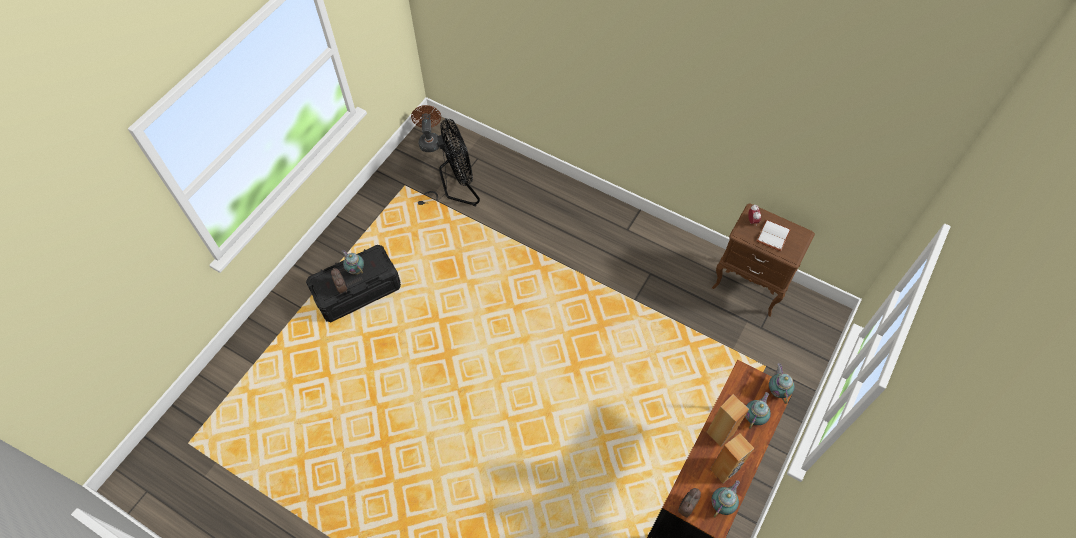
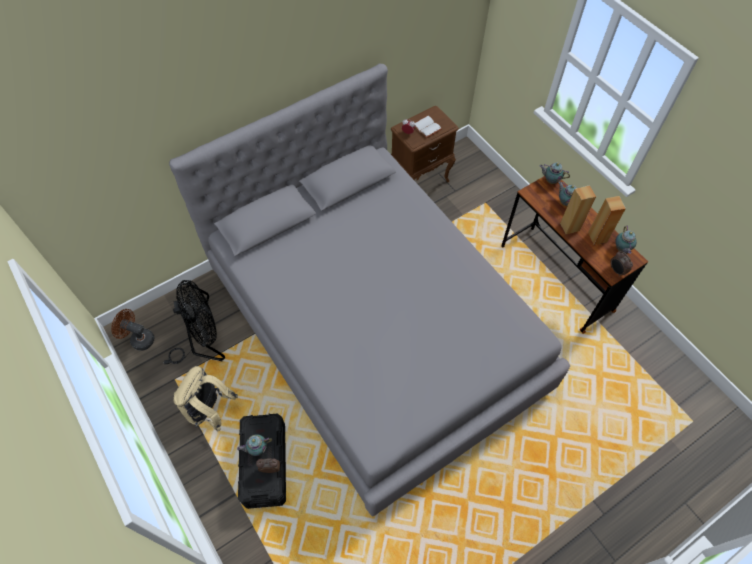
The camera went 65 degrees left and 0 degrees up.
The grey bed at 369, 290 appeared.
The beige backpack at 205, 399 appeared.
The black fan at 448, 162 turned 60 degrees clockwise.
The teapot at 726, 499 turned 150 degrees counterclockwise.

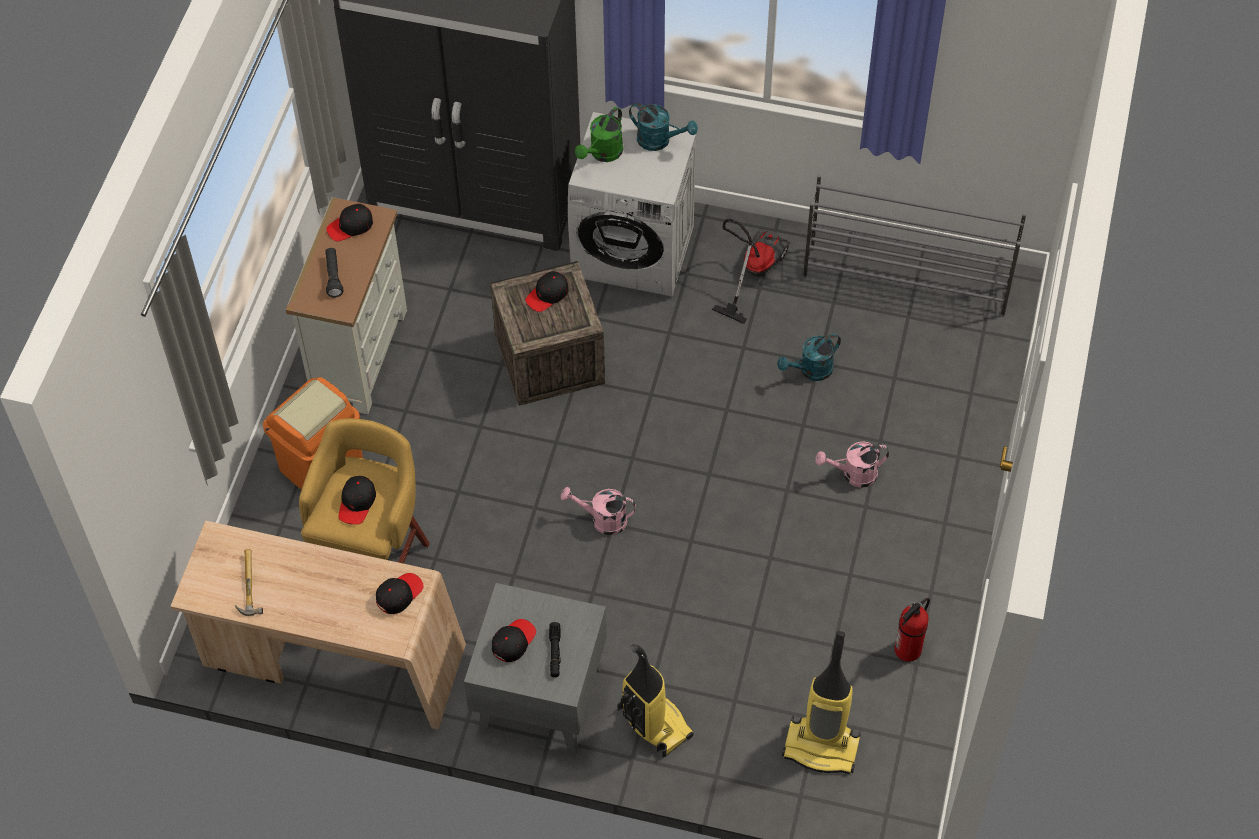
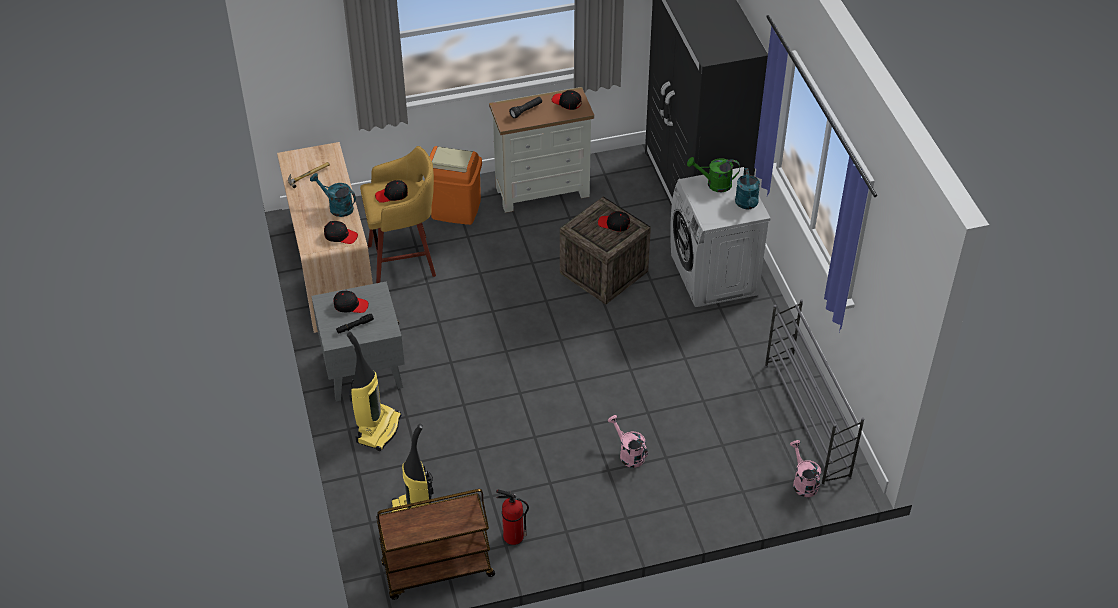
The camera went 60 degrees right and 10 degrees down.
The vacuum cleaner at 751, 271 disappeared.
The brown cart at 435, 544 appeared.
The pink watering can moved from 598, 511 to 805, 468.
The turquoise watering can moved from 809, 357 to 333, 195.

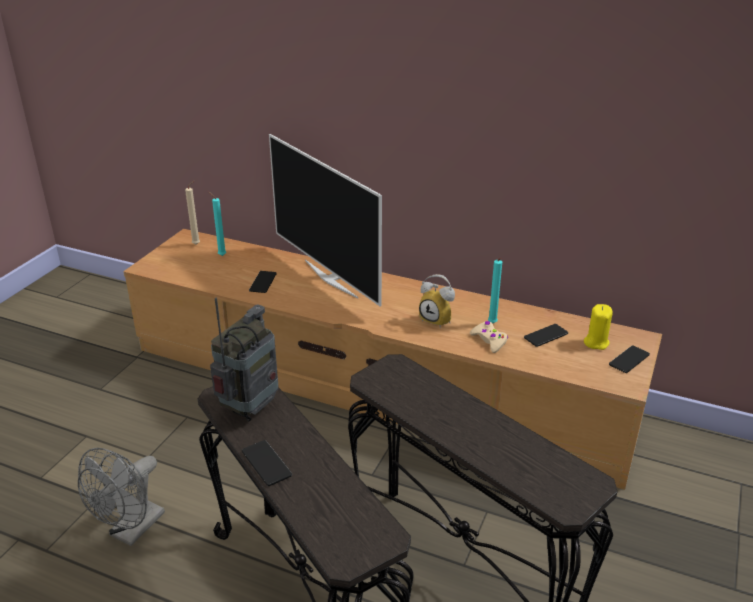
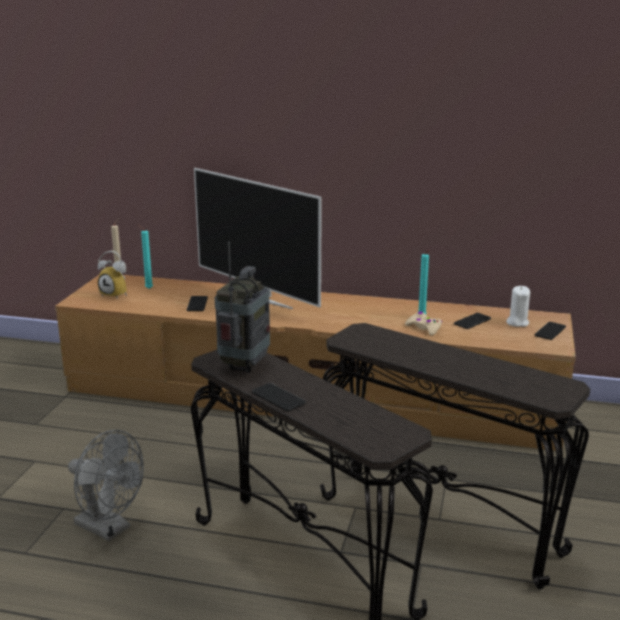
The camera went 10 degrees left and 10 degrees down.
The alarm clock moved from 437, 301 to 112, 274.
The yellow candle at 598, 327 became the white candle at 518, 306.
The grey fan at 121, 497 turned 75 degrees counterclockwise.

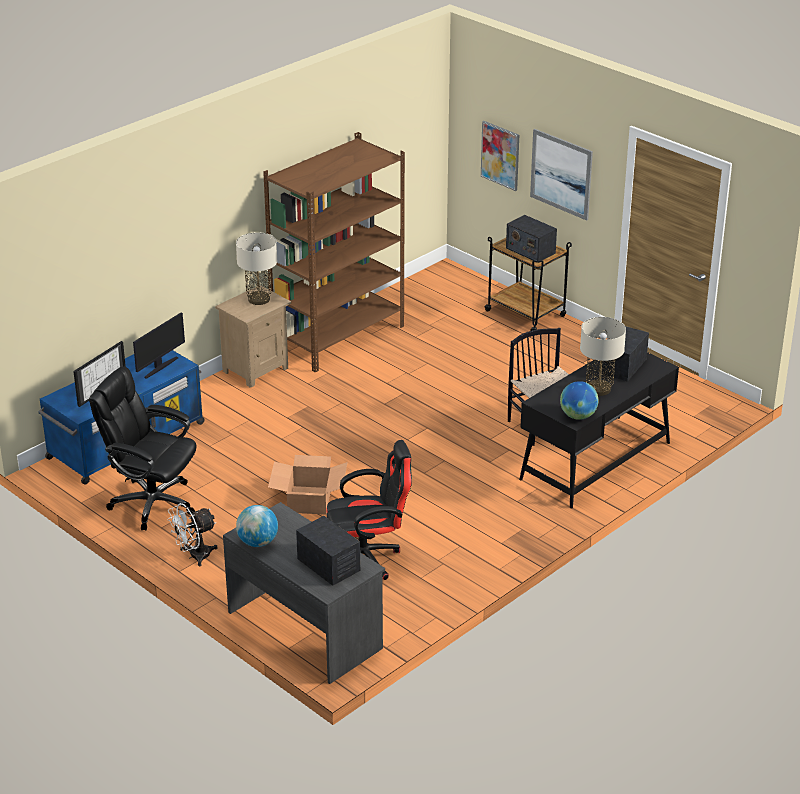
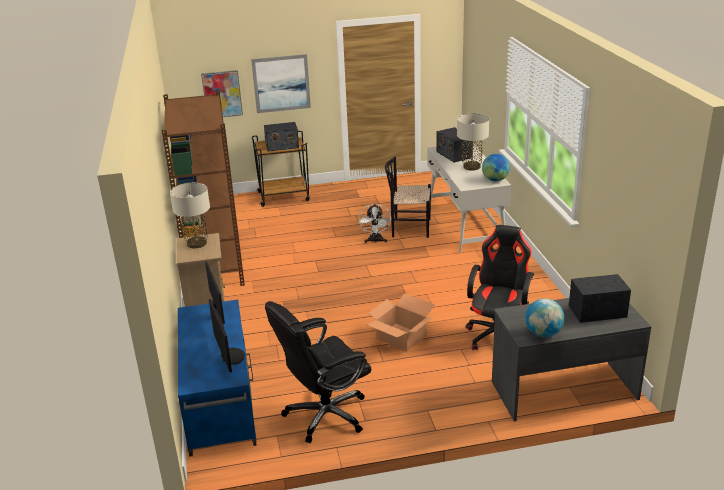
The camera went 55 degrees left and 5 degrees down.
The white fan moved from 192, 534 to 375, 223.
The black desk at 599, 430 became the white desk at 469, 198.

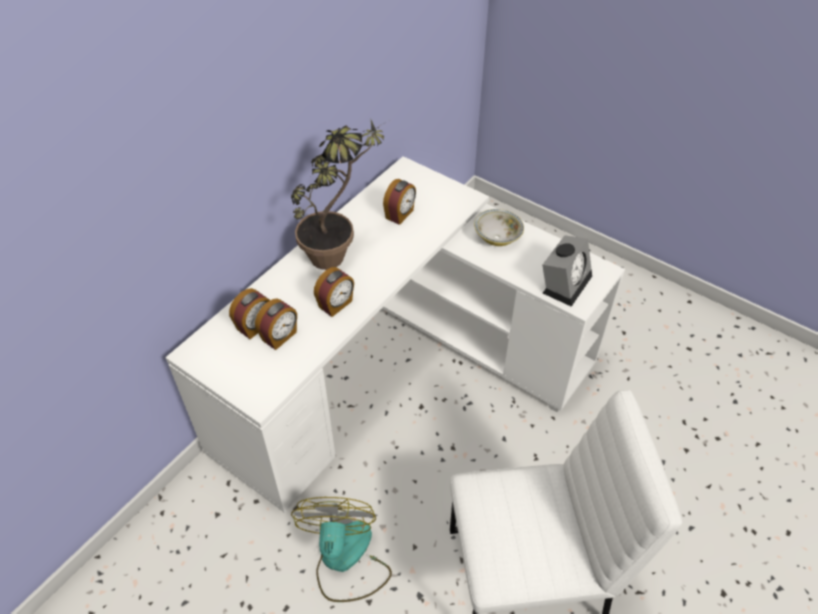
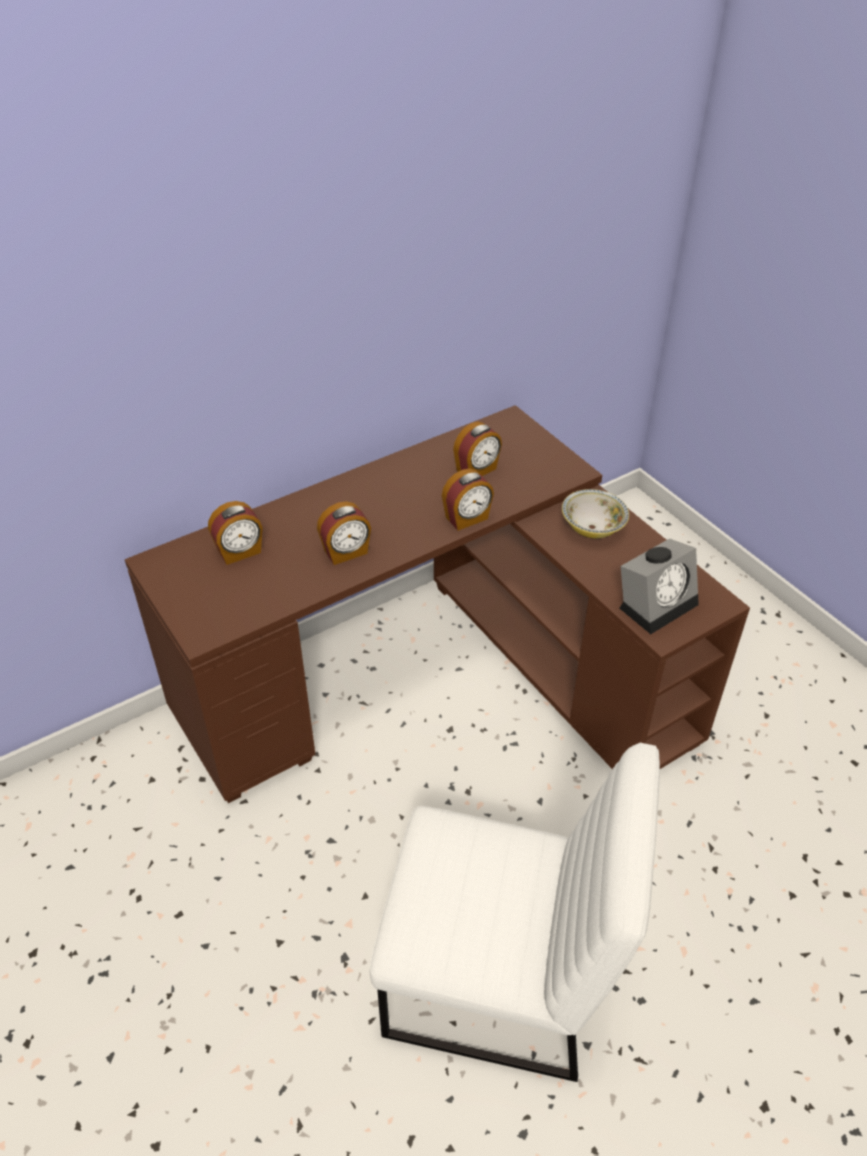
The camera went 20 degrees right and 5 degrees down.
The potted plant at 338, 195 disappeared.
The fan at 341, 549 disappeared.
The alarm clock moved from 276, 324 to 468, 499.
The white desk at 395, 334 became the brown desk at 437, 604.

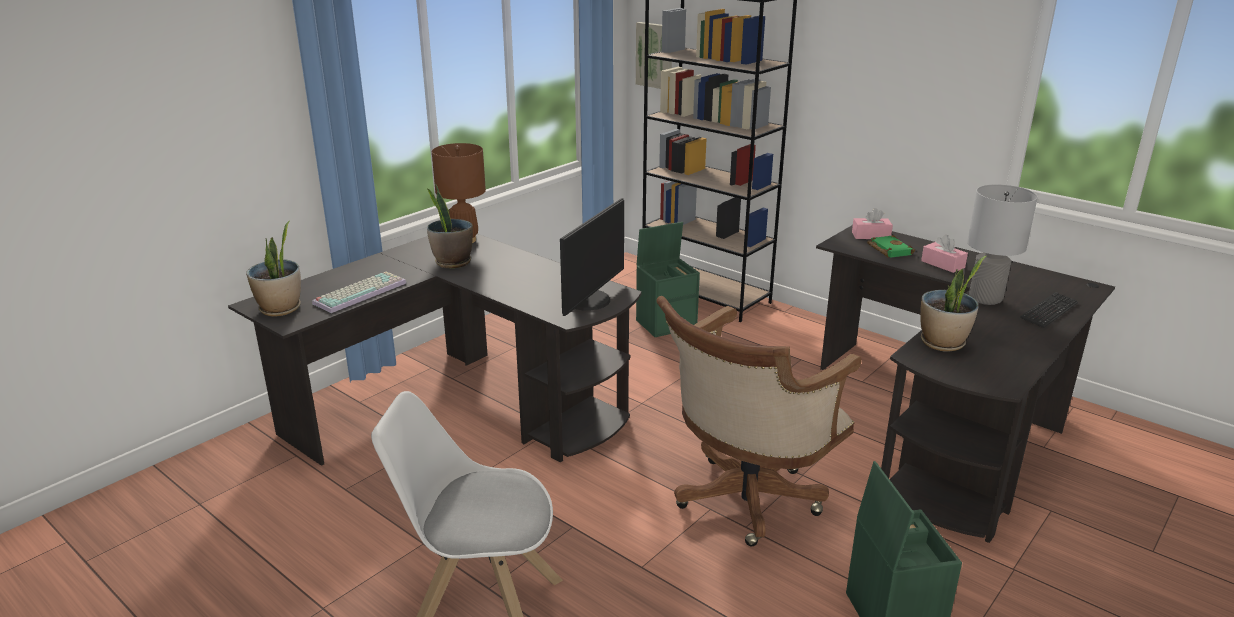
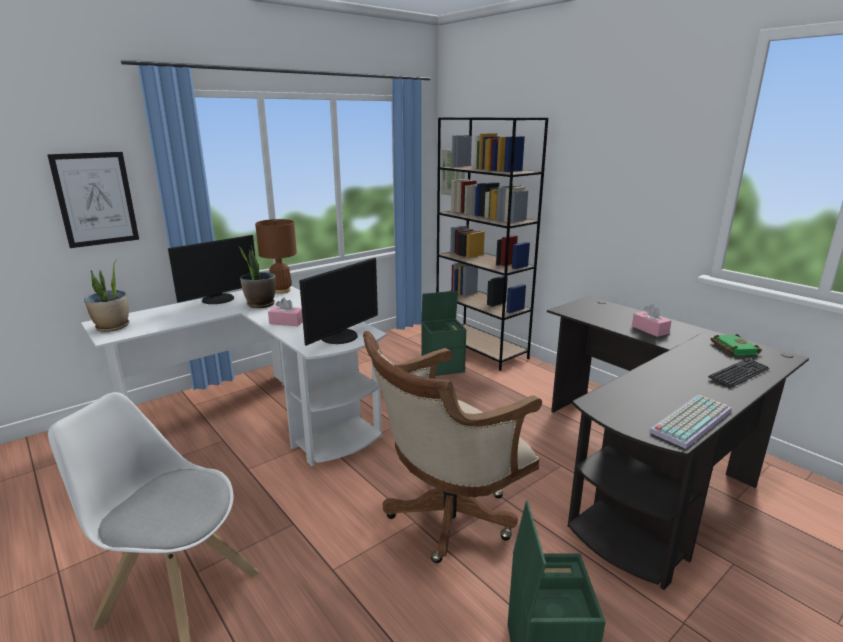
The camera went 10 degrees right and 5 degrees down.
The potted plant at 953, 304 disappeared.
The grey table lamp at 1002, 244 disappeared.
The picture at 93, 200 appeared.
The monitor at 212, 269 appeared.
The keyboard moved from 359, 292 to 690, 422.
The pink tissue box moved from 872, 223 to 285, 312.
The green book moved from 891, 246 to 736, 344.
The black desk at 435, 350 became the white desk at 234, 376.

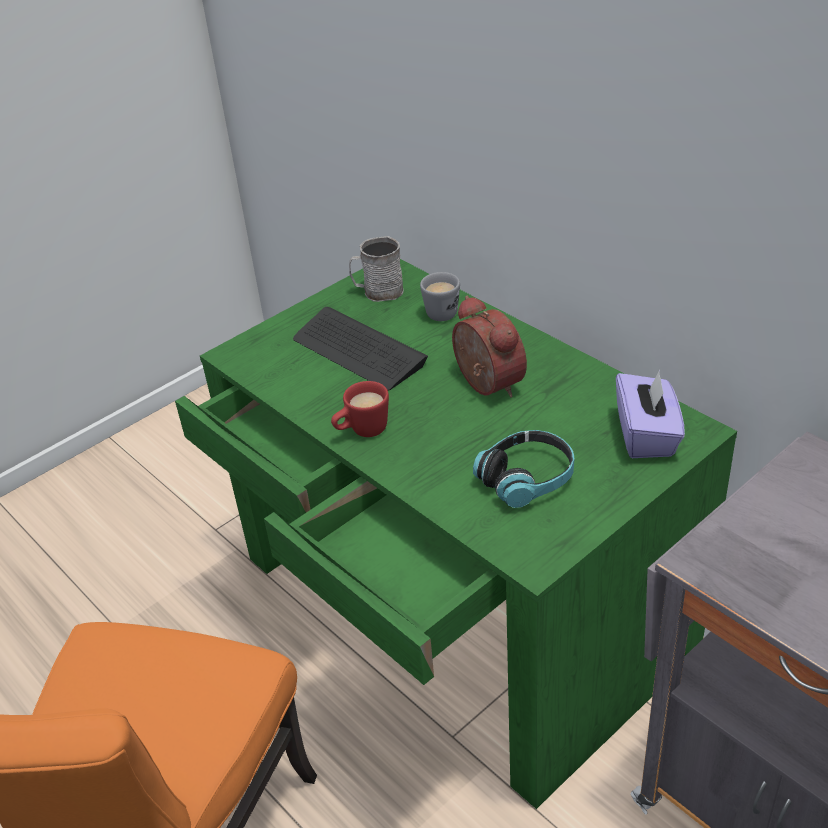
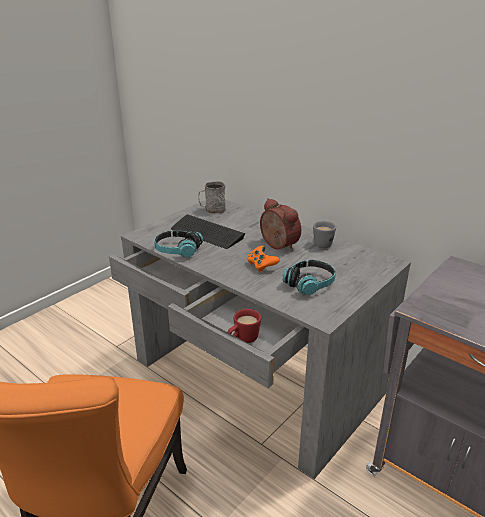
The camera went 10 degrees left and 10 degrees down.
The purple tissue box at 650, 414 disappeared.
The headphones at 178, 243 appeared.
The orange game controller at 263, 258 appeared.
The red mug moved from 360, 409 to 244, 326.
The grey mug moved from 440, 296 to 324, 234.
The green desk at 456, 534 became the grey desk at 260, 339.

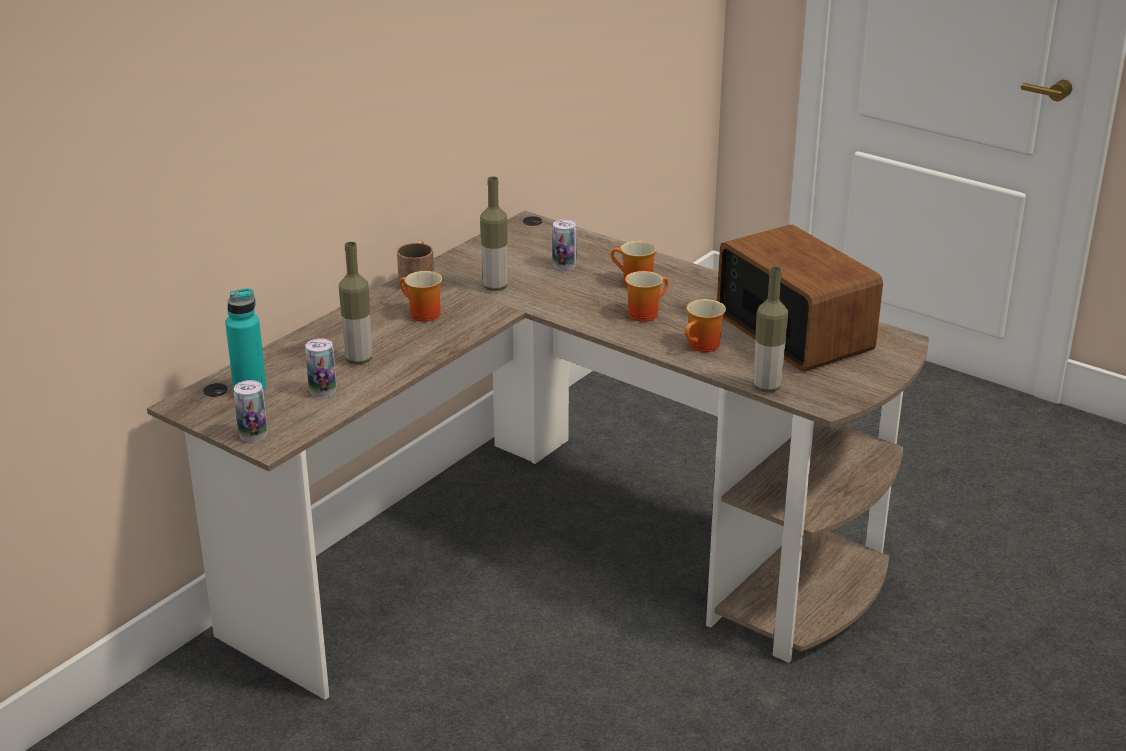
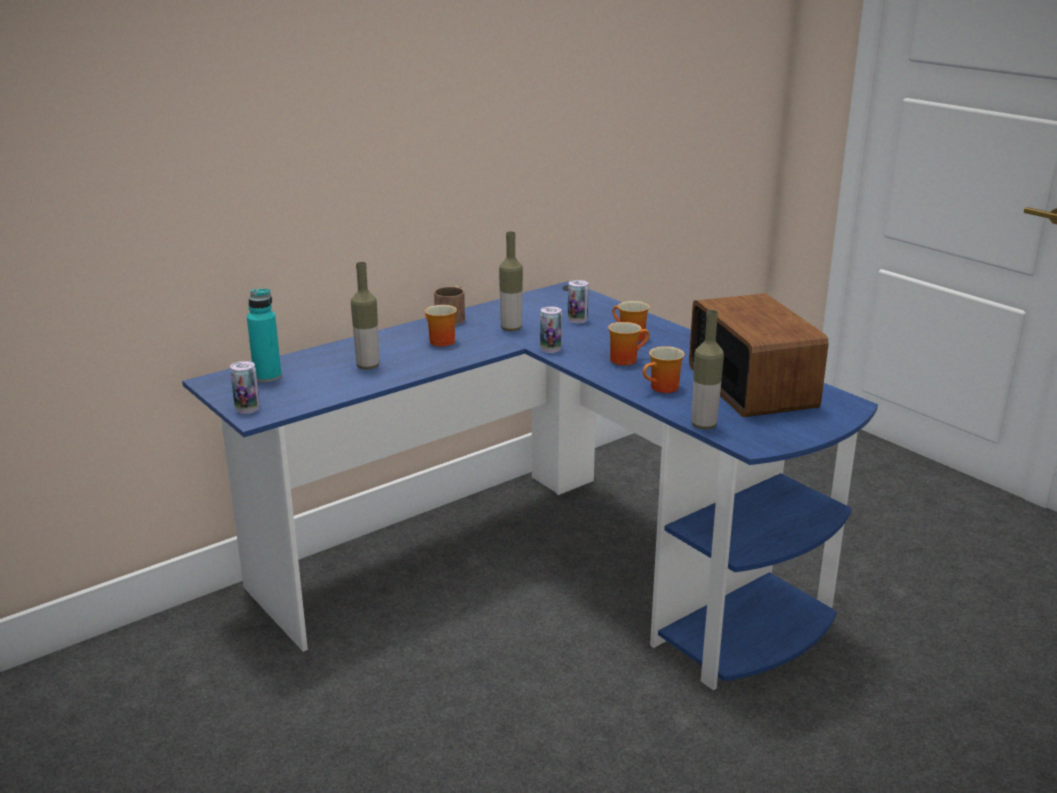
The camera went 15 degrees right and 5 degrees down.
The can moved from 321, 368 to 551, 329.
The brown desk at 538, 455 became the blue desk at 530, 485.

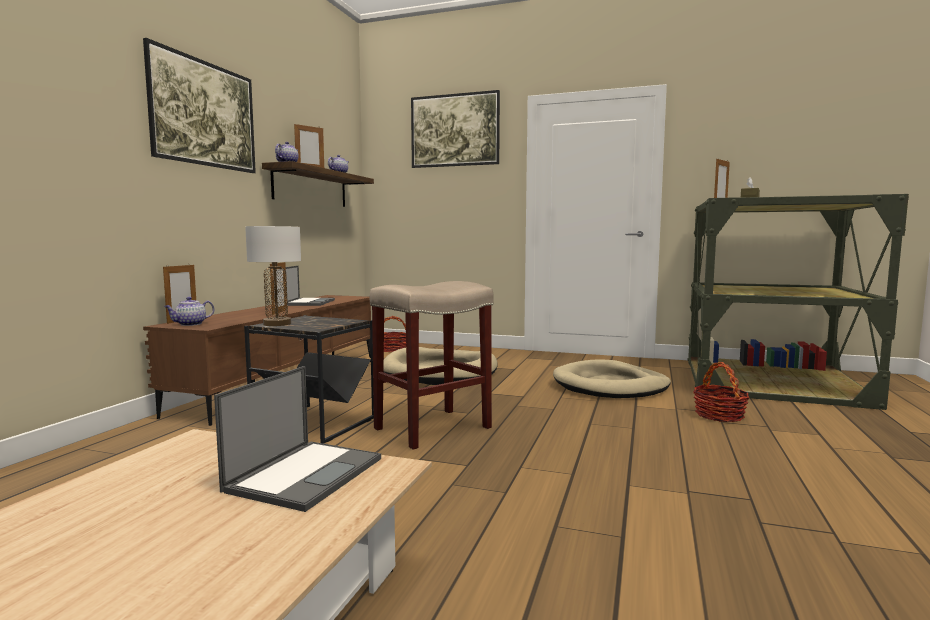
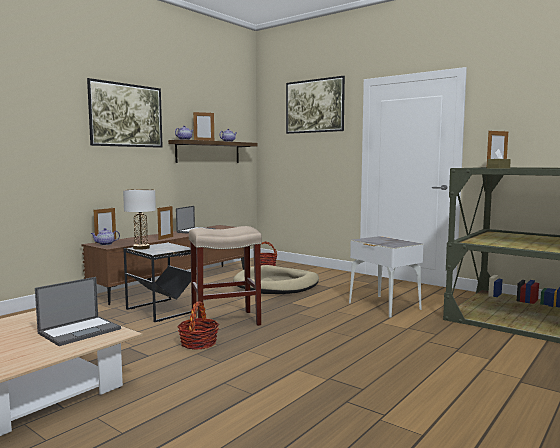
The camera went 20 degrees right and 0 degrees up.
The basket moved from 721, 392 to 198, 325.
The beige dog bed at 612, 378 was replaced by the side table at 386, 277.

